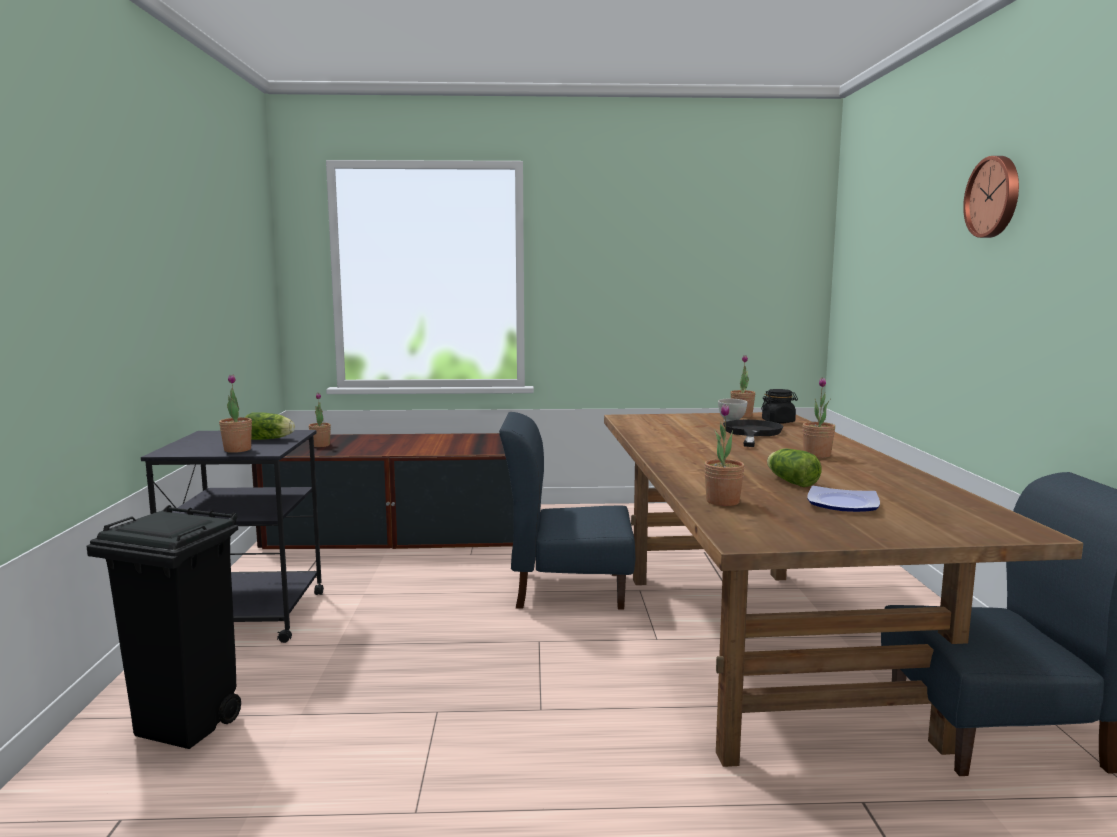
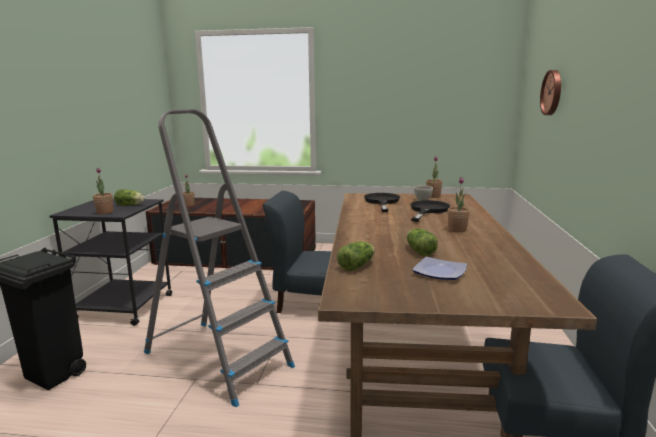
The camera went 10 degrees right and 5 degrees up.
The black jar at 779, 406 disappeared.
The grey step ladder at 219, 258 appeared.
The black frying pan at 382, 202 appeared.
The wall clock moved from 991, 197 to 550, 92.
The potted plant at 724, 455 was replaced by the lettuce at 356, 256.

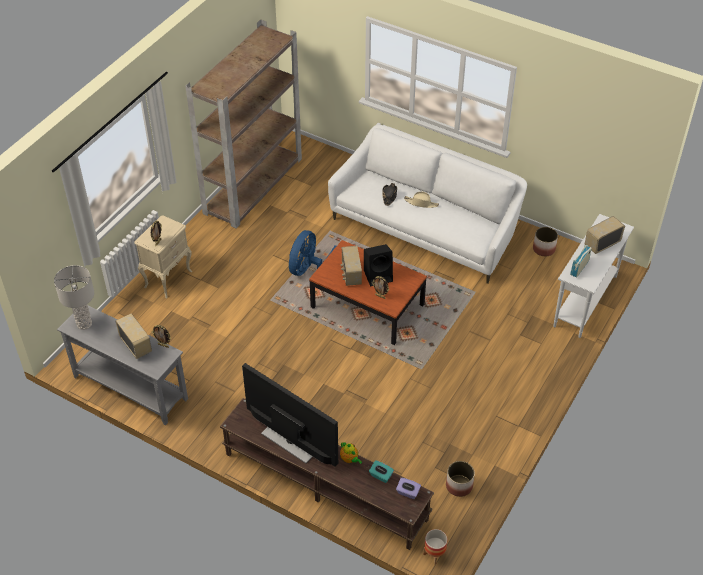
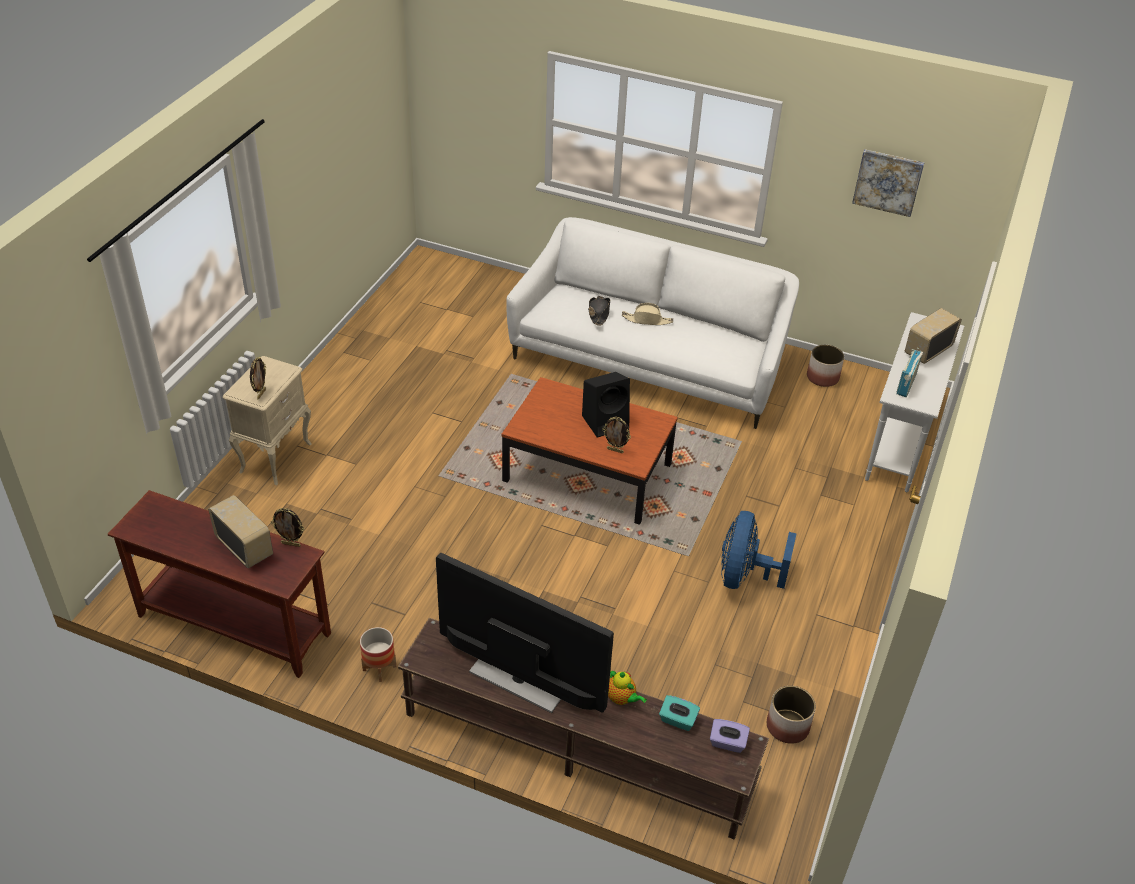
The camera went 10 degrees left and 5 degrees down.
The white table lamp at 74, 297 disappeared.
The brown bookcase at 243, 124 disappeared.
The radio at 351, 266 disappeared.
The picture at 888, 183 appeared.
The blue fan moved from 312, 253 to 759, 550.
The planter moved from 435, 547 to 378, 654.
The grey console table at 122, 365 became the brown console table at 219, 584.

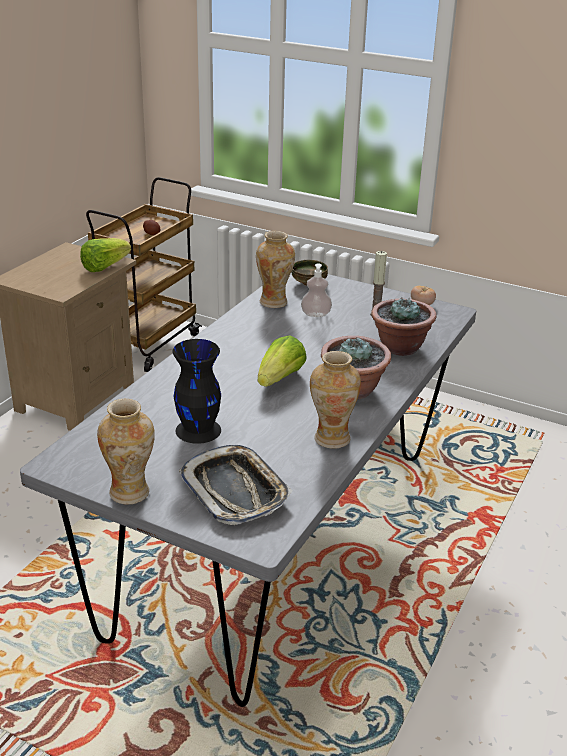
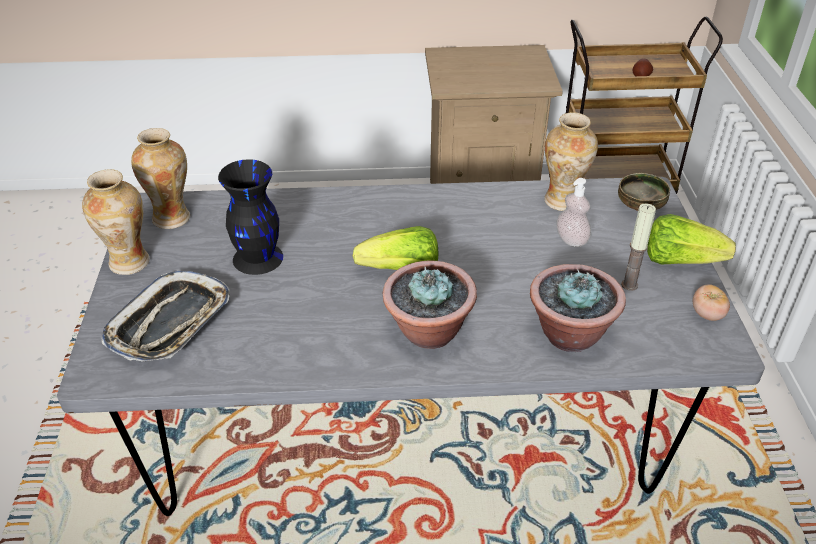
The camera went 60 degrees right and 10 degrees up.
The lettuce moved from 105, 255 to 691, 239.
The vase moved from 335, 400 to 160, 178.

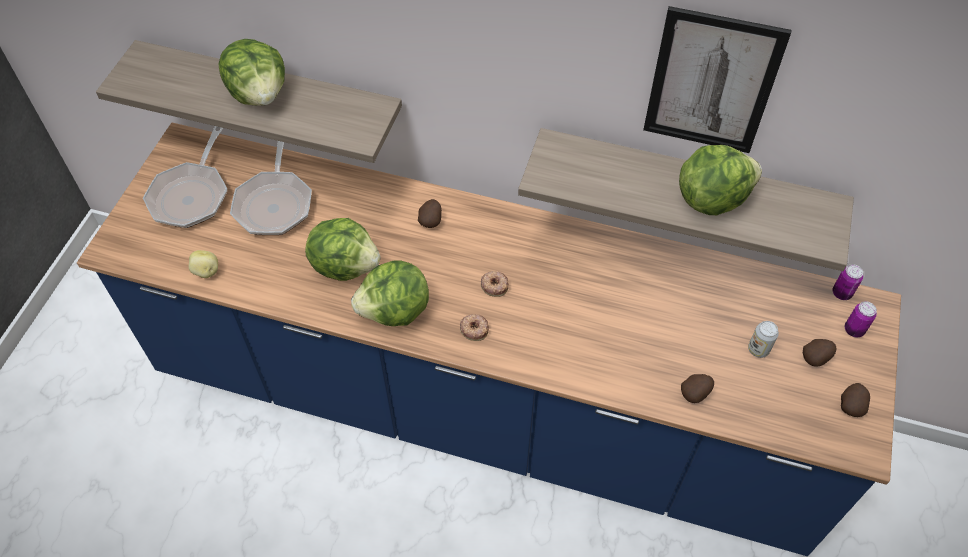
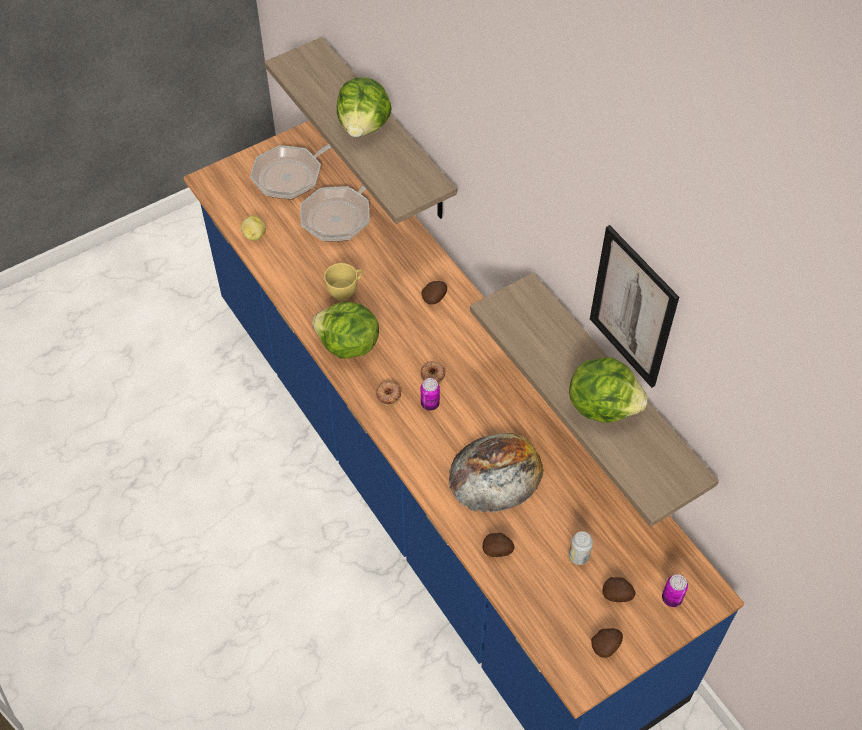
The camera went 40 degrees right and 0 degrees up.
The bread at 496, 473 appeared.
The can moved from 848, 282 to 430, 394.
The lettuce at 342, 249 was replaced by the yellow cup at 343, 281.

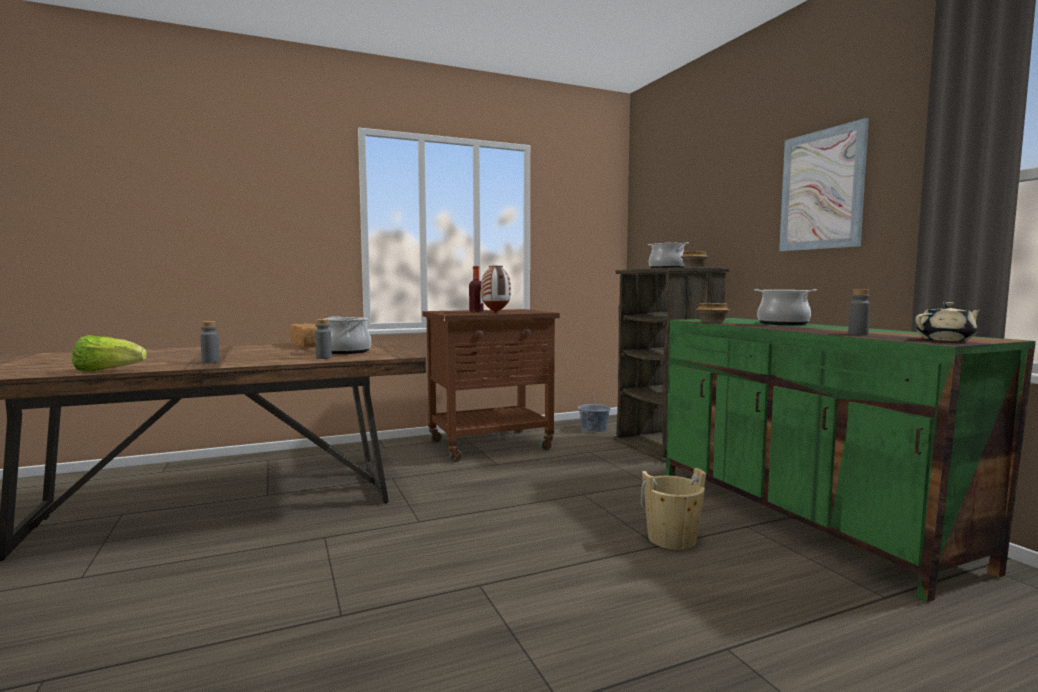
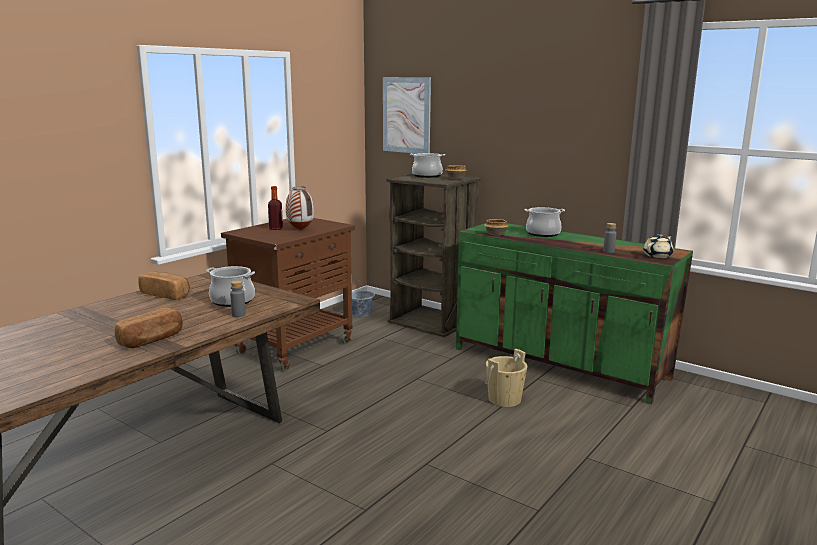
The camera went 30 degrees left and 10 degrees up.
The lettuce at 109, 353 disappeared.
The picture moved from 824, 184 to 407, 115.
The grey bottle at 210, 342 was replaced by the bread at 149, 328.

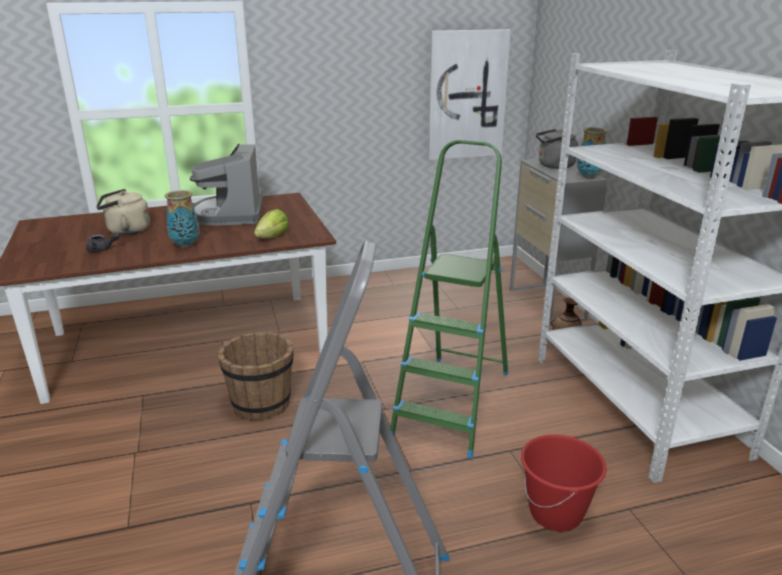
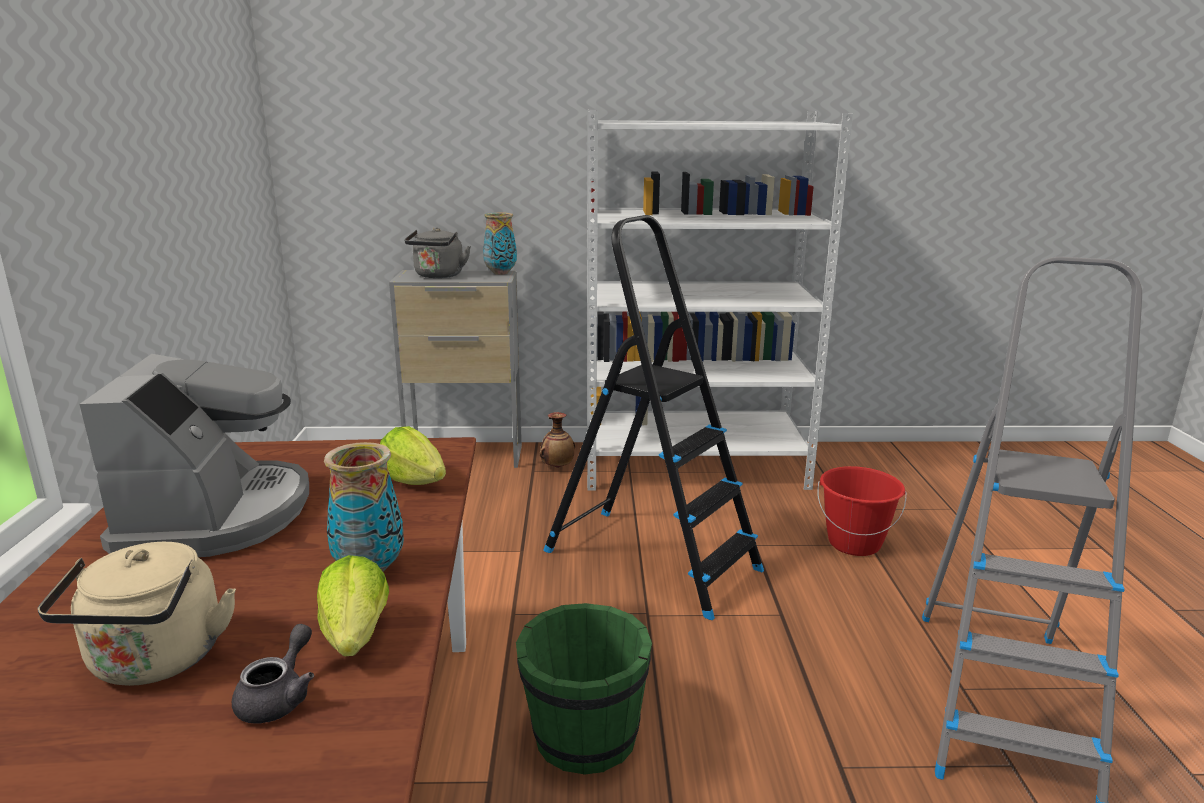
The camera went 75 degrees left and 5 degrees down.
The picture at 469, 94 disappeared.
The lettuce at 353, 606 appeared.
The brown bucket at 256, 376 became the green bucket at 584, 689.
The green step ladder at 449, 299 became the black step ladder at 653, 417.
The coffee machine at 226, 185 turned 105 degrees counterclockwise.

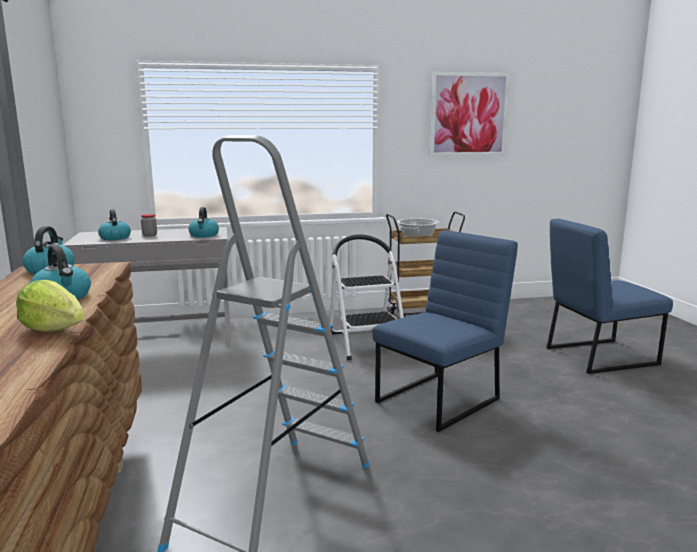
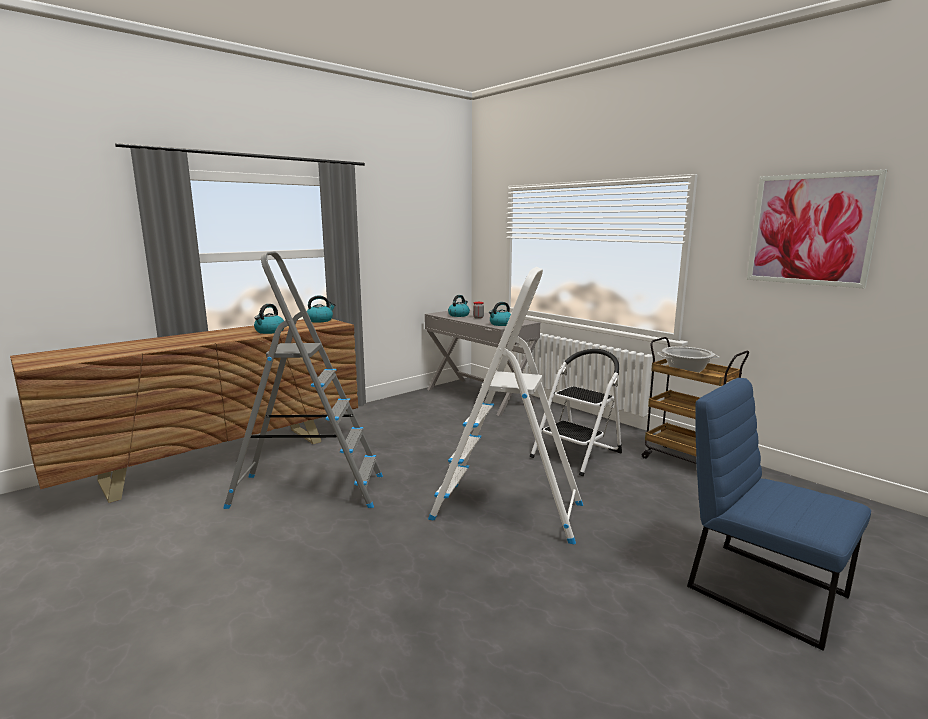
The camera went 60 degrees right and 0 degrees up.
The lettuce at 50, 306 disappeared.
The blue chair at 445, 331 was replaced by the white step ladder at 505, 405.

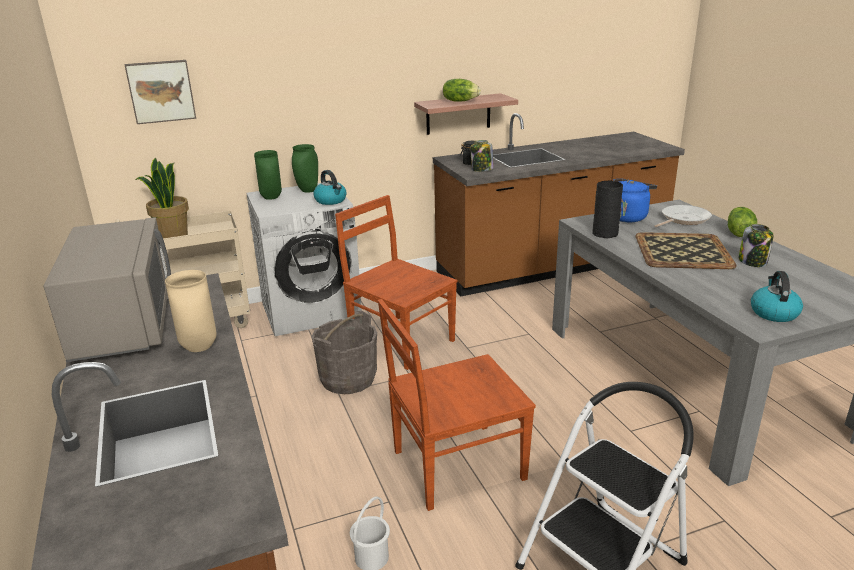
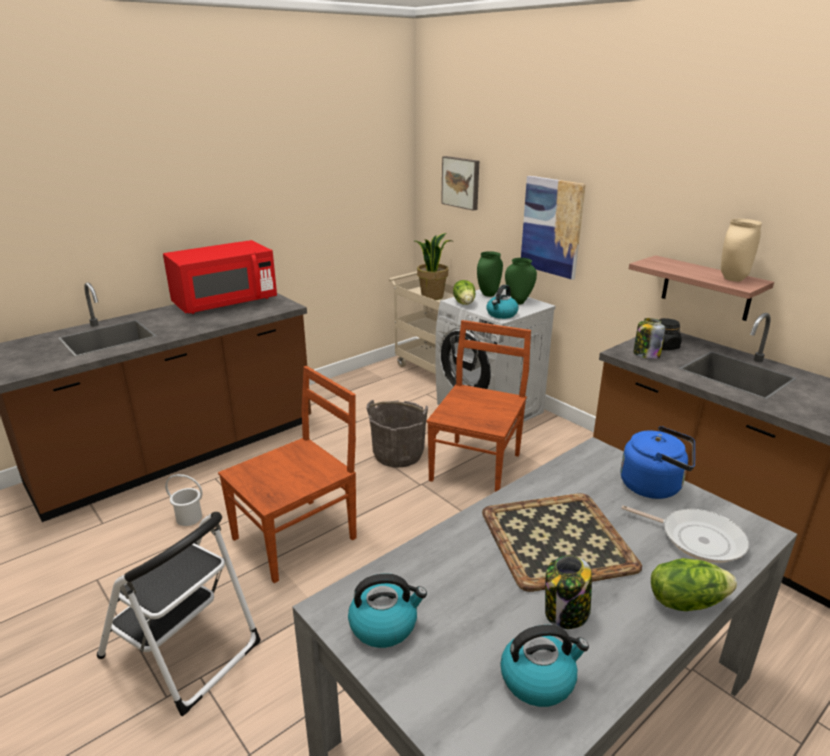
The camera went 70 degrees right and 0 degrees up.
The black vase at 607, 209 disappeared.
The kettle at 544, 666 appeared.
The picture at 553, 228 appeared.
The beige vase moved from 191, 311 to 741, 250.
The lettuce moved from 462, 90 to 464, 292.
The grey microwave at 107, 289 became the red microwave at 220, 277.
The brown chair at 457, 405 turned 90 degrees clockwise.

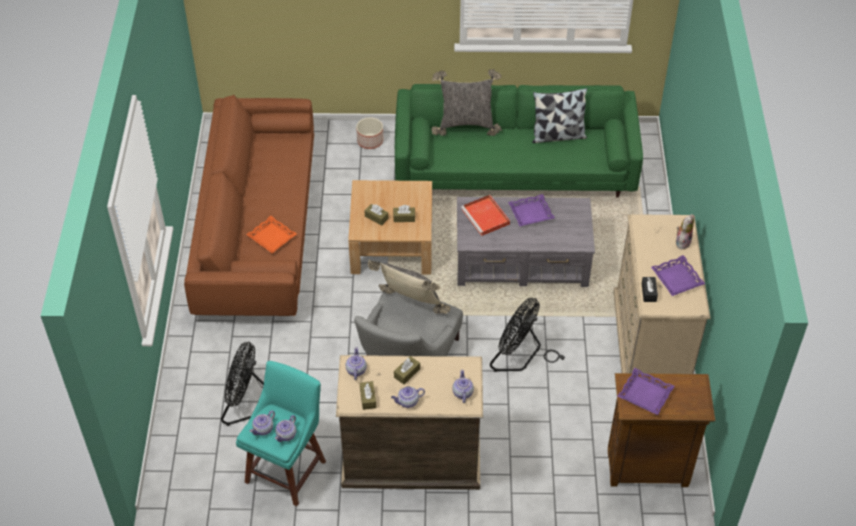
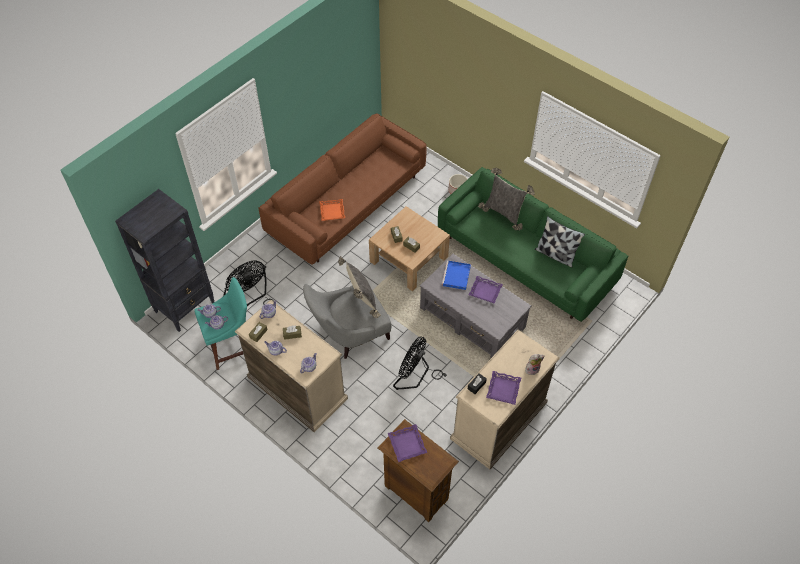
The camera went 40 degrees right and 5 degrees up.
The black bookcase at 165, 260 appeared.
The red tray at 485, 215 became the blue tray at 456, 275.
The black fan at 527, 335 turned 45 degrees counterclockwise.

